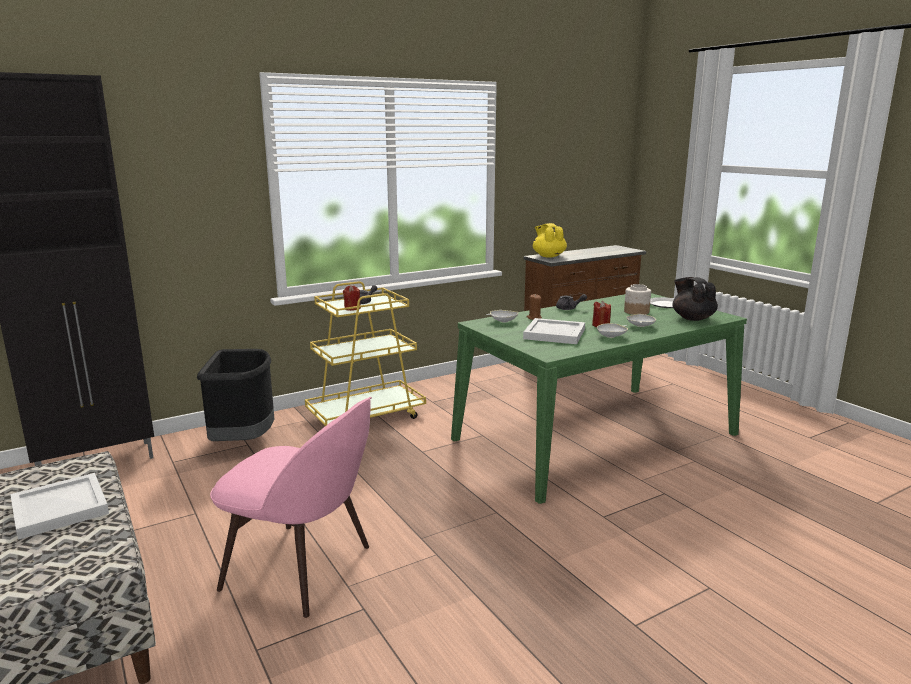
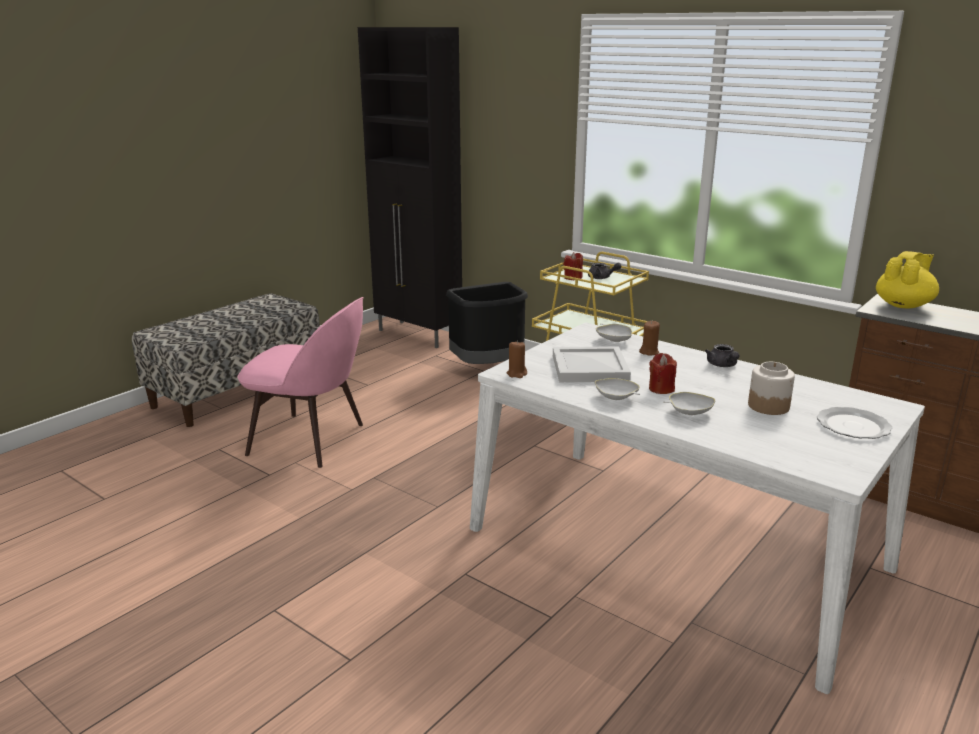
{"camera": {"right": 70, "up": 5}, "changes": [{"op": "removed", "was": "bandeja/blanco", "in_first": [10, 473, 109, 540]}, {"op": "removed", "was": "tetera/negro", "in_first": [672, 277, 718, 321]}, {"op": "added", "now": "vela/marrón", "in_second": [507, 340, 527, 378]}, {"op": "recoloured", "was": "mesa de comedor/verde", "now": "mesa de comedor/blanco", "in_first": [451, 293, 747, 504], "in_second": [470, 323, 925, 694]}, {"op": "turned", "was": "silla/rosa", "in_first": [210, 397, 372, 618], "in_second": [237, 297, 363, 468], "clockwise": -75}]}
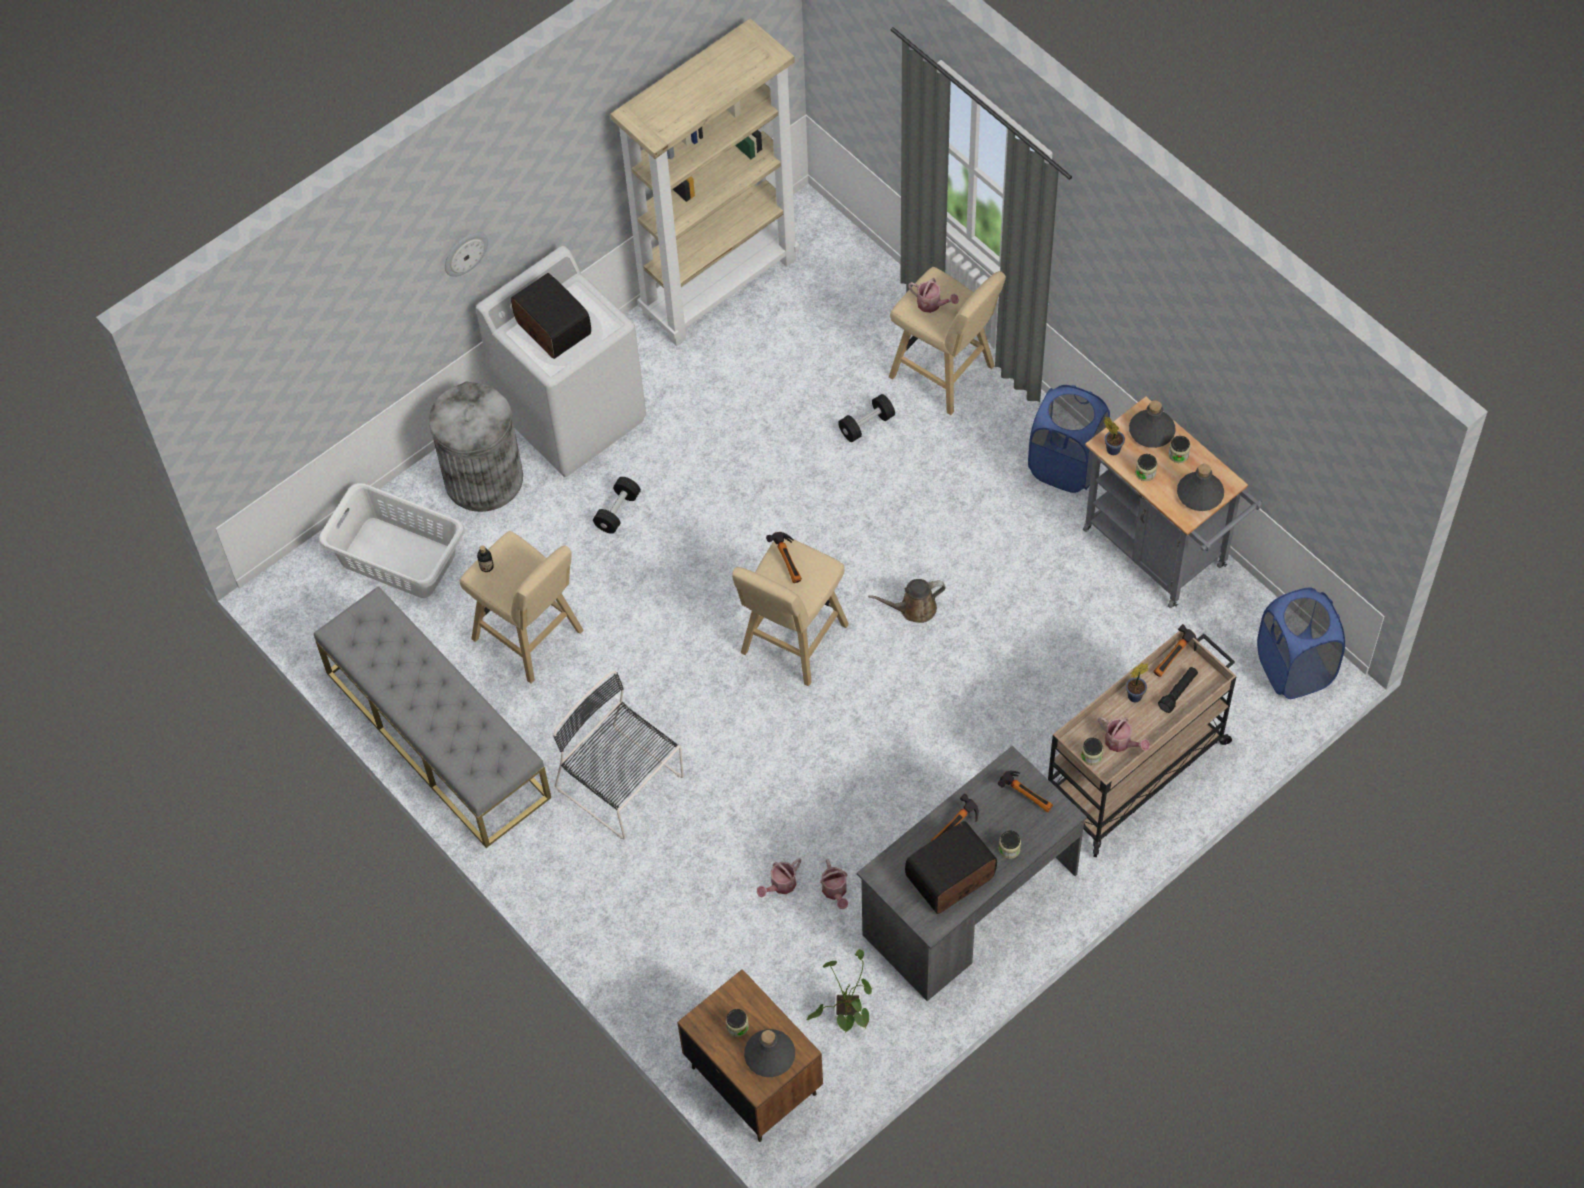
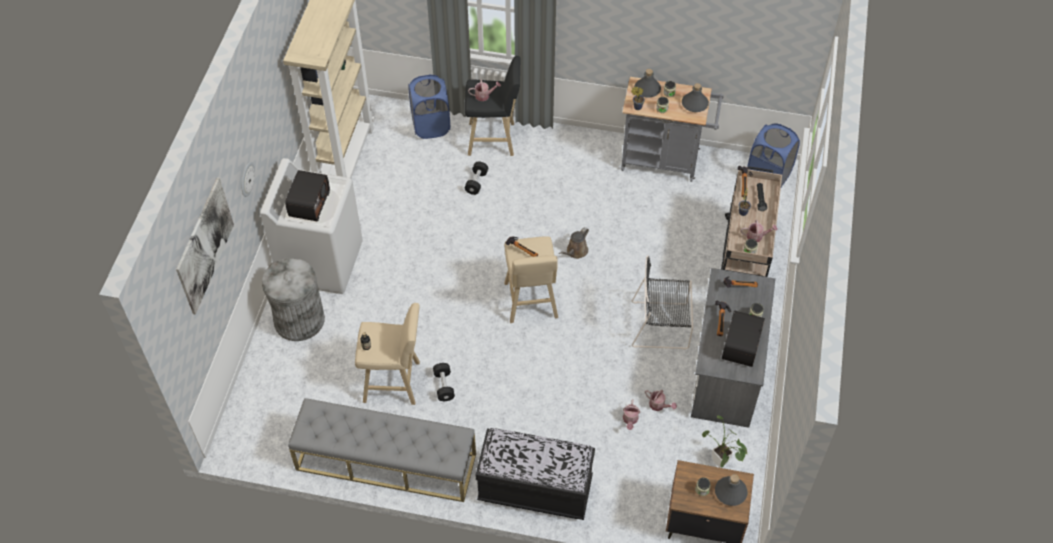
{"camera": {"right": -40, "up": -5}, "changes": [{"op": "removed", "was": "cesto de la ropa/blanco", "in_first": [319, 483, 465, 598]}, {"op": "added", "now": "cuadro", "in_second": [176, 177, 234, 315]}, {"op": "added", "now": "banco/negro", "in_second": [476, 428, 595, 520]}, {"op": "moved", "was": "silla/negro", "in_first": [553, 671, 684, 840], "in_second": [632, 255, 693, 349]}, {"op": "moved", "was": "mancuerna/negro", "in_first": [593, 477, 641, 534], "in_second": [433, 363, 455, 401]}, {"op": "moved", "was": "cesto de la ropa/azul", "in_first": [1028, 385, 1110, 493], "in_second": [408, 75, 450, 139]}, {"op": "recoloured", "was": "taburete/beis", "now": "taburete/negro", "in_first": [889, 267, 1006, 415], "in_second": [465, 56, 521, 156]}, {"op": "turned", "was": "radio", "in_first": [511, 273, 591, 359], "in_second": [285, 170, 330, 221], "clockwise": 90}]}
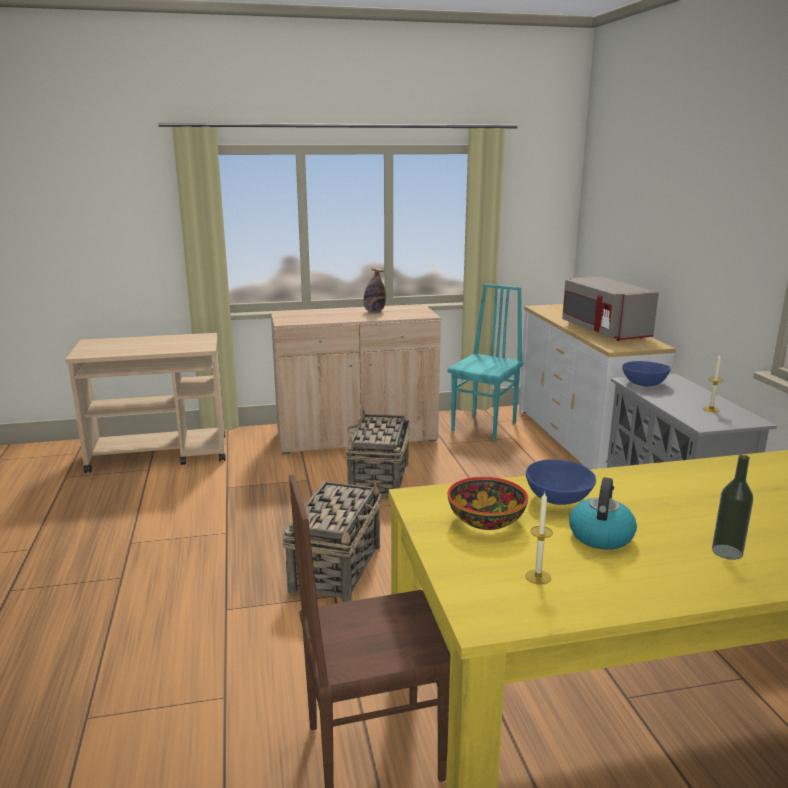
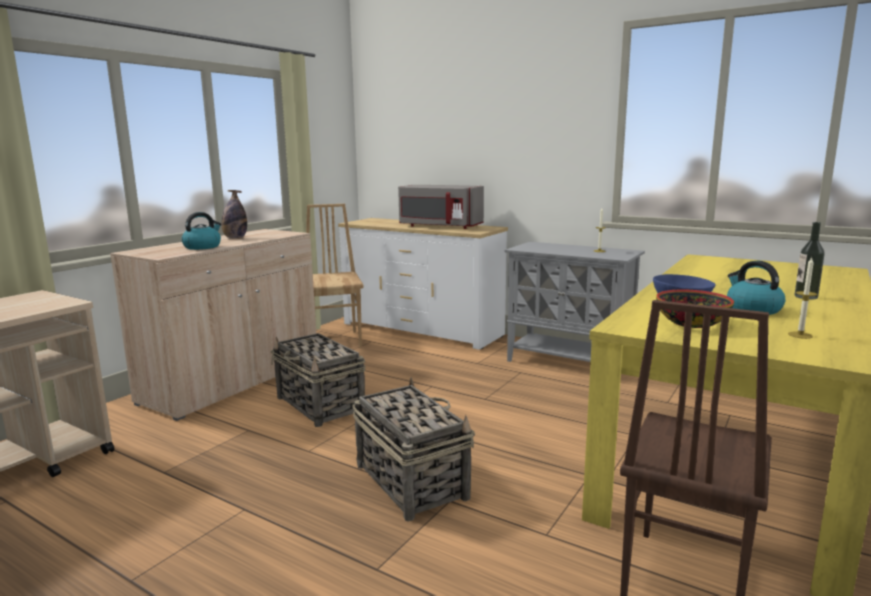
{"camera": {"right": -45, "up": -5}, "changes": [{"op": "removed", "was": "cuenco/azul", "in_first": [622, 361, 671, 386]}, {"op": "added", "now": "hervidor", "in_second": [181, 212, 221, 250]}, {"op": "recoloured", "was": "silla/turquesa", "now": "silla/marrón", "in_first": [448, 284, 524, 441], "in_second": [306, 204, 364, 347]}]}
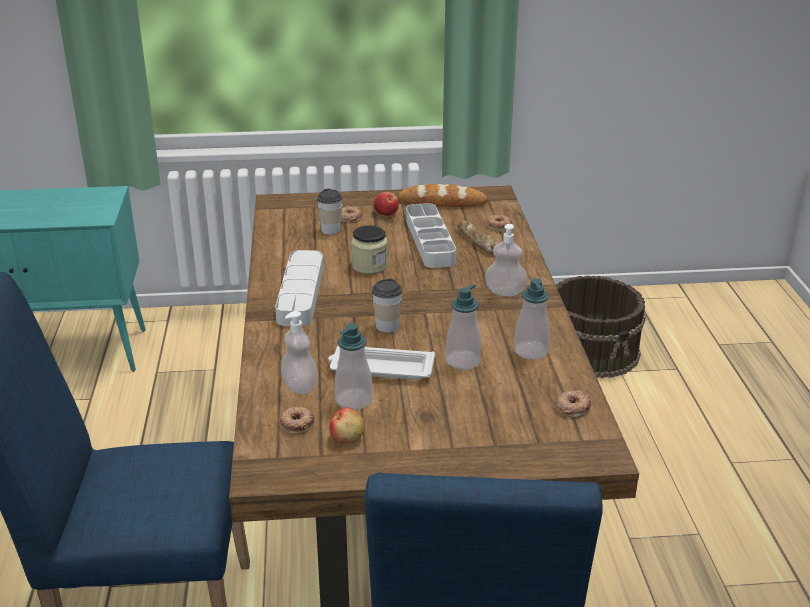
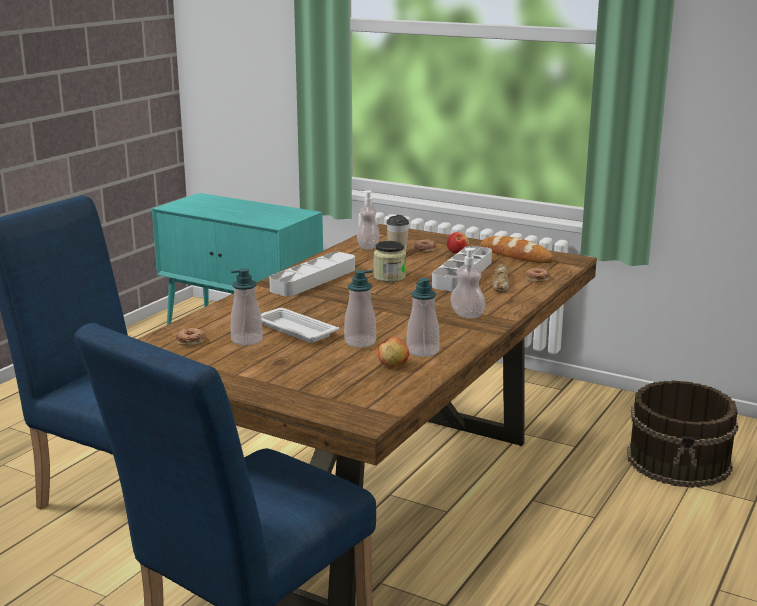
{"camera": {"right": 35, "up": -10}, "changes": [{"op": "removed", "was": "taza", "in_first": [372, 278, 402, 333]}, {"op": "removed", "was": "rosquilla", "in_first": [556, 390, 591, 418]}, {"op": "moved", "was": "dispensador de jabón", "in_first": [281, 311, 317, 394], "in_second": [357, 191, 380, 249]}, {"op": "moved", "was": "manzana", "in_first": [330, 407, 364, 443], "in_second": [378, 337, 409, 367]}]}
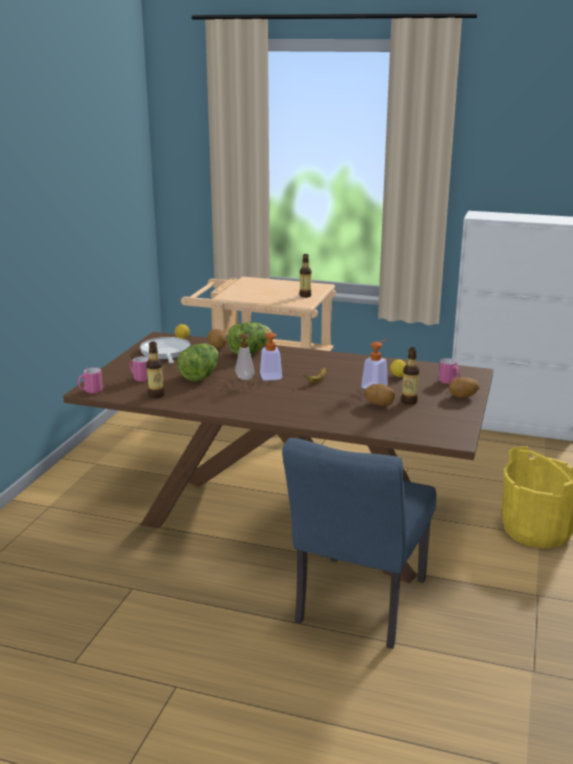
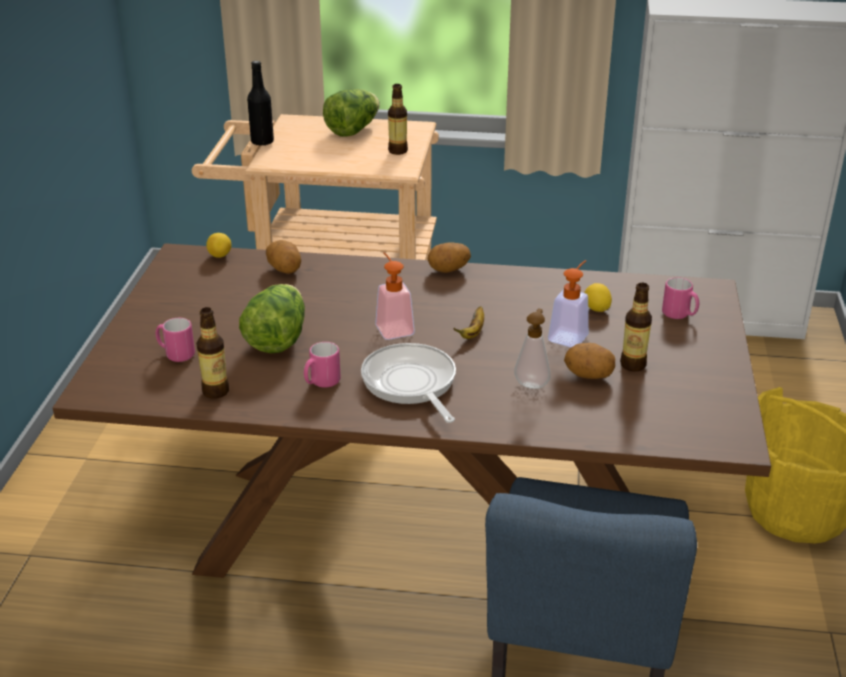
{"camera": {"right": -10, "up": 10}, "changes": [{"op": "added", "now": "botella/negro", "in_second": [247, 61, 274, 145]}, {"op": "moved", "was": "taza grande/rosa", "in_first": [78, 367, 103, 394], "in_second": [304, 342, 341, 388]}, {"op": "moved", "was": "sartén", "in_first": [140, 337, 190, 363], "in_second": [361, 343, 456, 423]}, {"op": "moved", "was": "lechuga", "in_first": [227, 322, 272, 355], "in_second": [323, 89, 380, 137]}, {"op": "moved", "was": "dispensador de jabón", "in_first": [235, 333, 254, 380], "in_second": [514, 308, 551, 389]}, {"op": "moved", "was": "patata", "in_first": [449, 377, 479, 398], "in_second": [428, 242, 471, 273]}]}
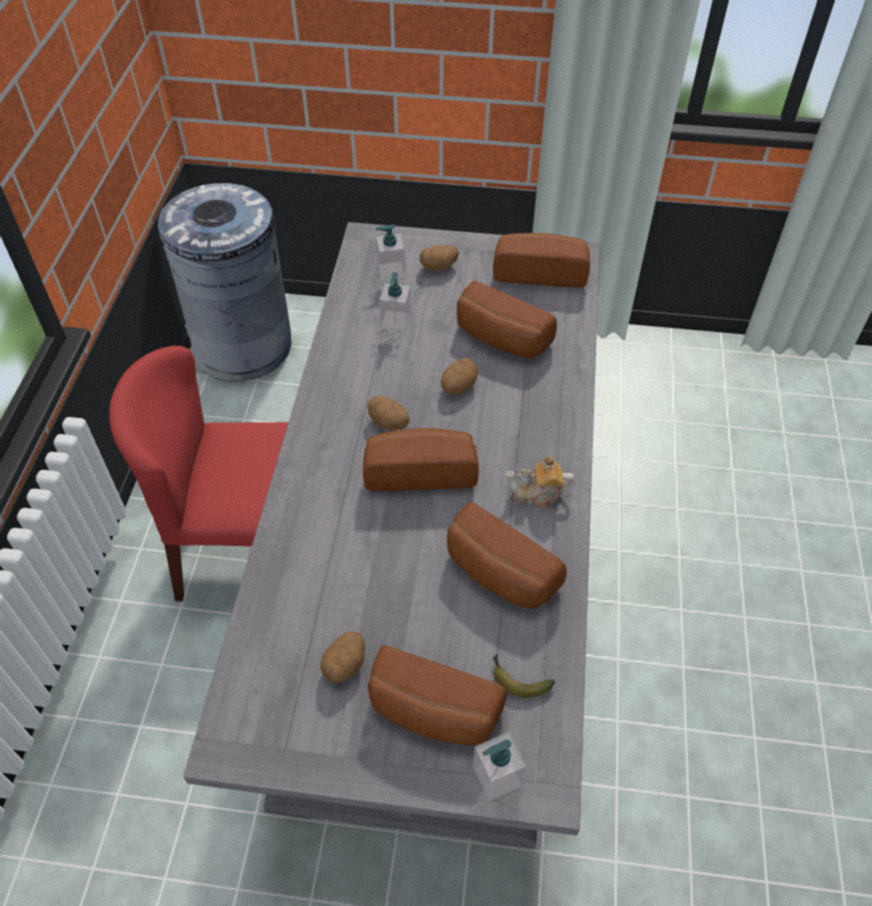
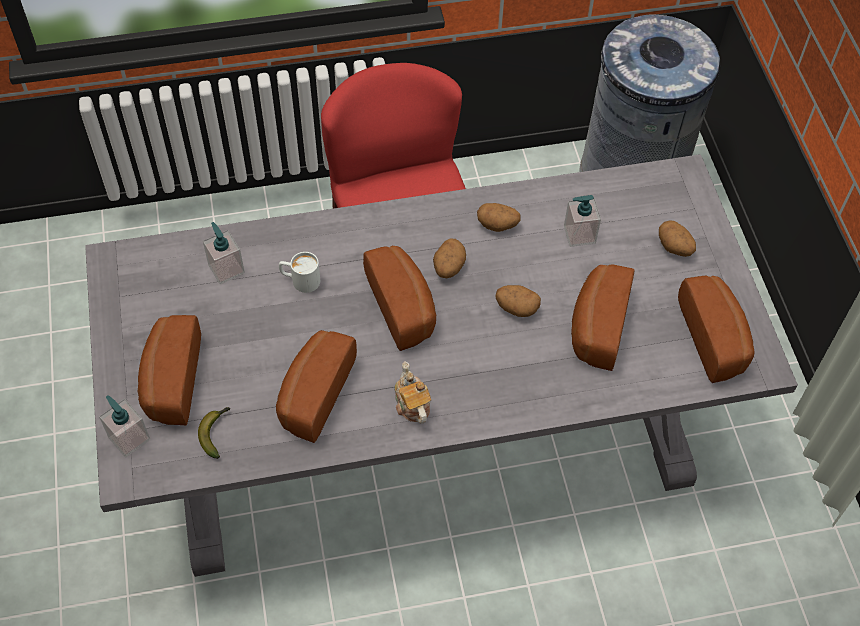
{"camera": {"right": 70, "up": 5}, "changes": [{"op": "added", "now": "taza grande/blanco", "in_second": [279, 252, 320, 293]}, {"op": "moved", "was": "patata", "in_first": [320, 631, 365, 683], "in_second": [477, 203, 521, 232]}, {"op": "moved", "was": "dispensador de jabón", "in_first": [375, 224, 406, 281], "in_second": [203, 222, 245, 284]}]}
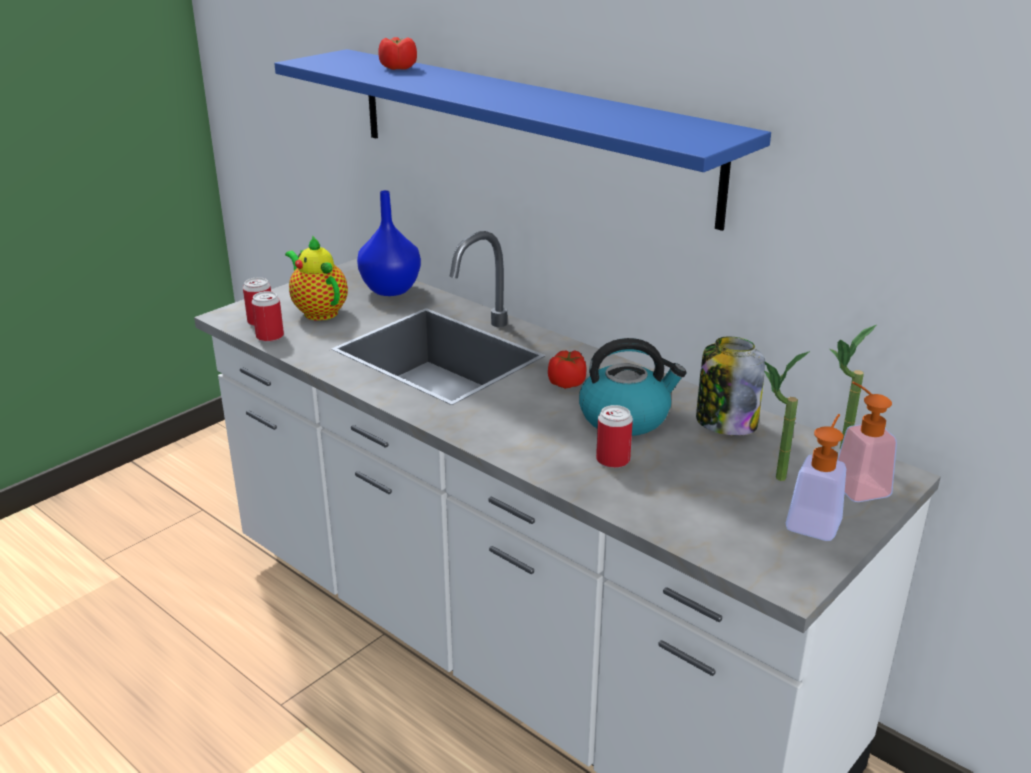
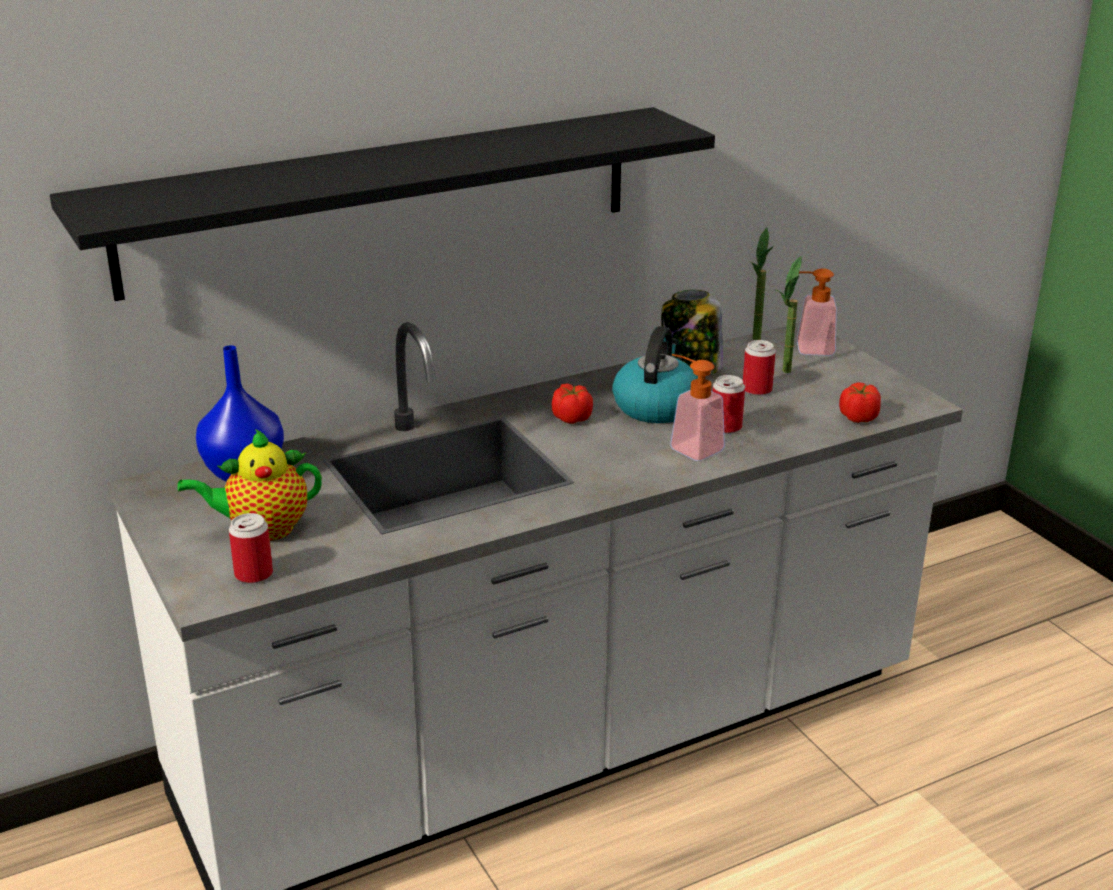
{"camera": {"right": -70, "up": 0}, "changes": [{"op": "moved", "was": "lata", "in_first": [251, 291, 284, 342], "in_second": [743, 340, 776, 396]}, {"op": "moved", "was": "tomate", "in_first": [378, 37, 417, 70], "in_second": [839, 383, 881, 423]}, {"op": "moved", "was": "dispensador de jabón", "in_first": [786, 414, 846, 541], "in_second": [670, 354, 725, 461]}, {"op": "recoloured", "was": "estante/azul", "now": "estante/negro", "in_first": [274, 49, 771, 231], "in_second": [50, 107, 715, 301]}]}
